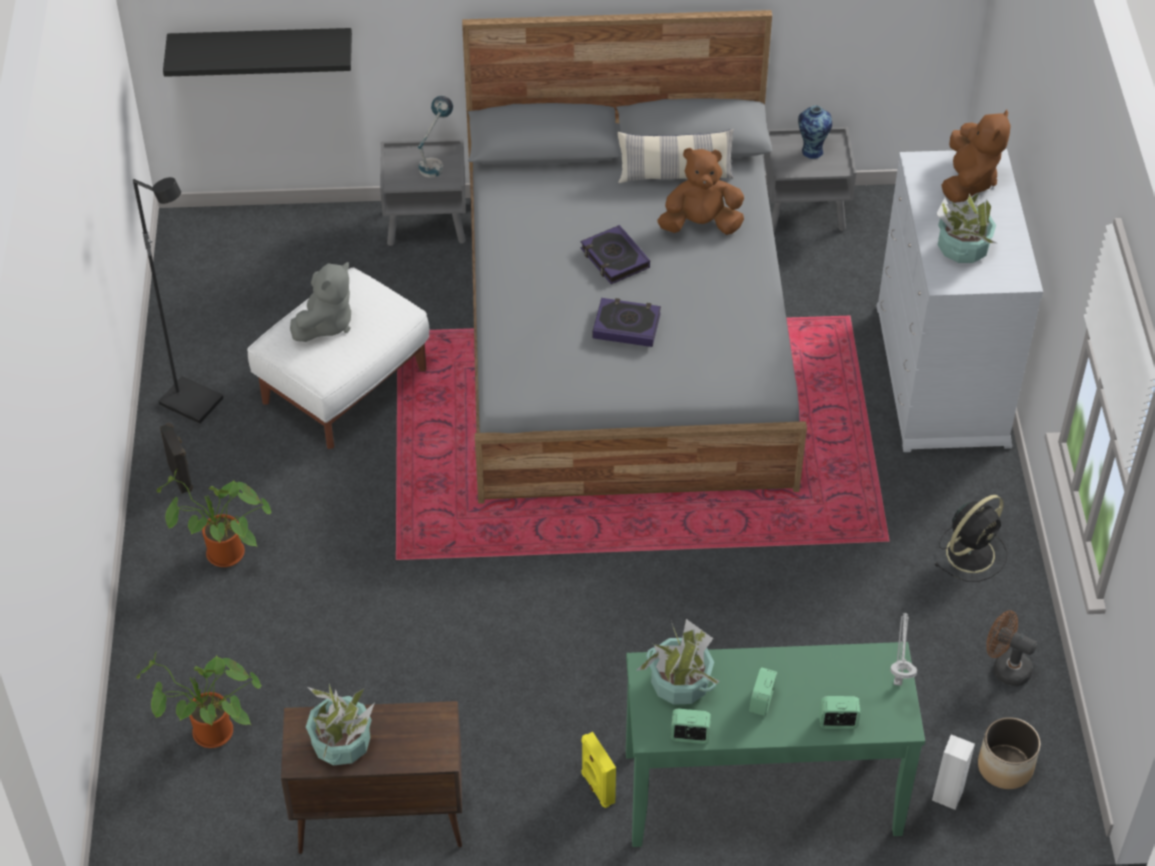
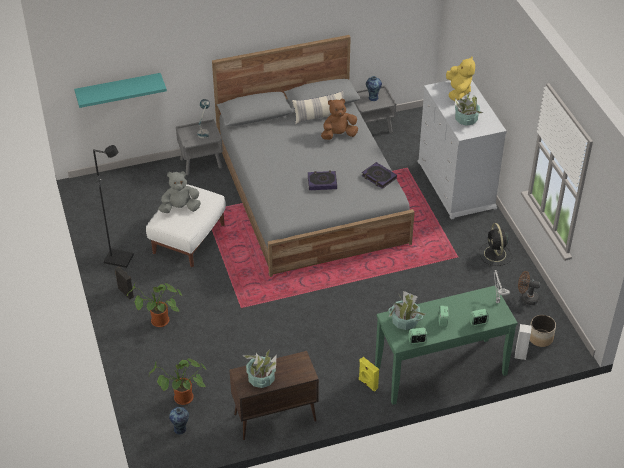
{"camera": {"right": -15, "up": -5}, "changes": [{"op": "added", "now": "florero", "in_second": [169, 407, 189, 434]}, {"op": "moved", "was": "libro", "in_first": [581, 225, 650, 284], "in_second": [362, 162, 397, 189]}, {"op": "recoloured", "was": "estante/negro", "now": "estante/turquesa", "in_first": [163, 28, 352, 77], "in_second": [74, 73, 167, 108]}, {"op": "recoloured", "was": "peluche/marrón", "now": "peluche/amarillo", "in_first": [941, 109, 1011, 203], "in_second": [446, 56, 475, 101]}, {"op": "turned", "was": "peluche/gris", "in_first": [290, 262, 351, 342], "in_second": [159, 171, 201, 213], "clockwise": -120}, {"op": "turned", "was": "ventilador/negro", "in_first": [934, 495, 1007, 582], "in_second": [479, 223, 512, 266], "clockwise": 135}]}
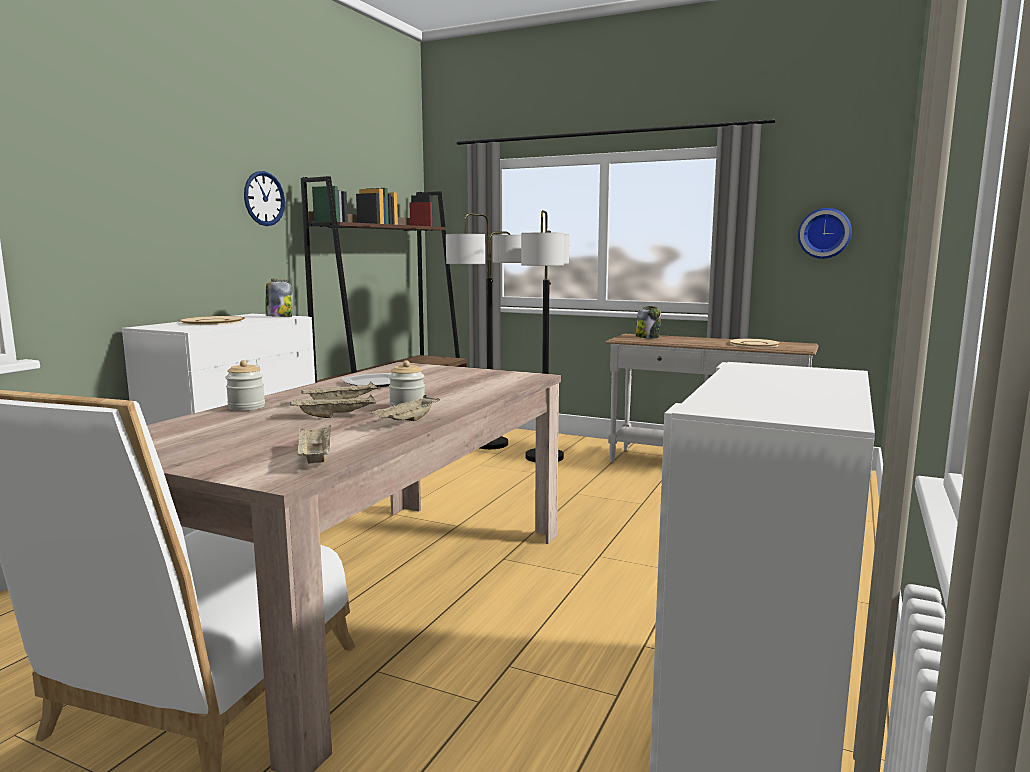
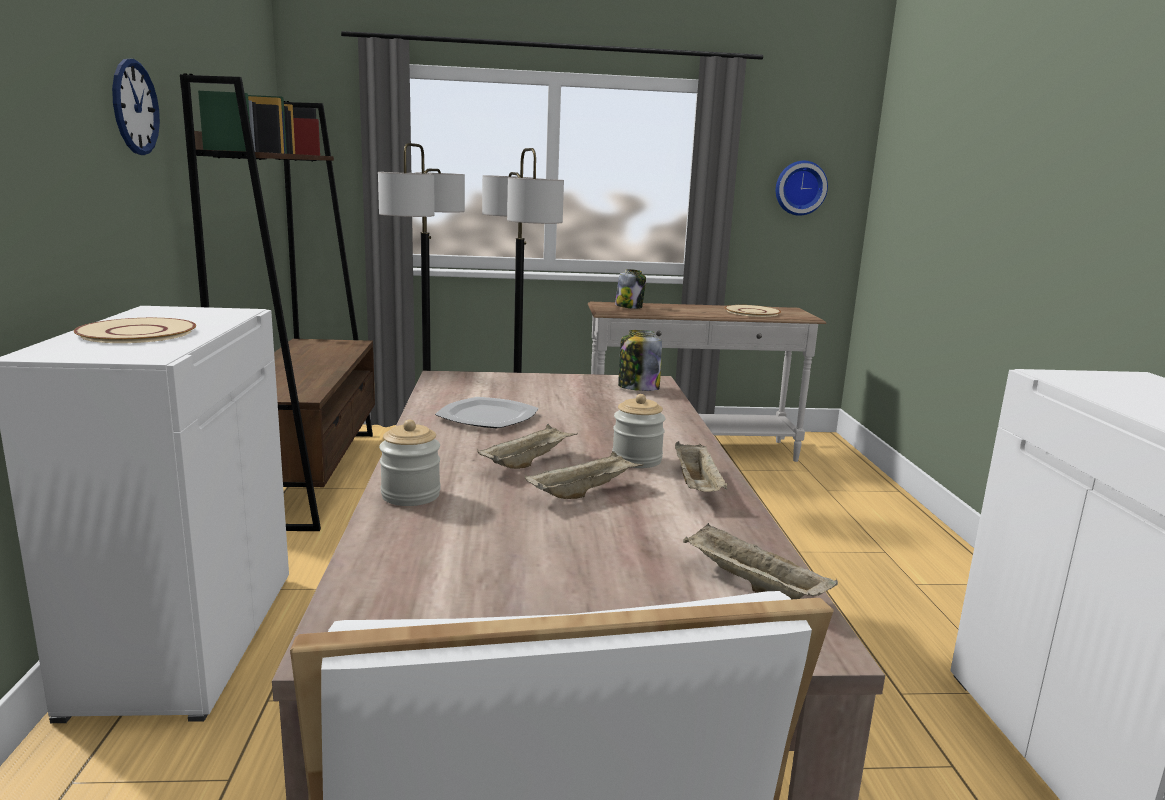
{"camera": {"right": -30, "up": 5}, "changes": [{"op": "moved", "was": "tarro", "in_first": [266, 279, 292, 317], "in_second": [618, 330, 662, 391]}]}
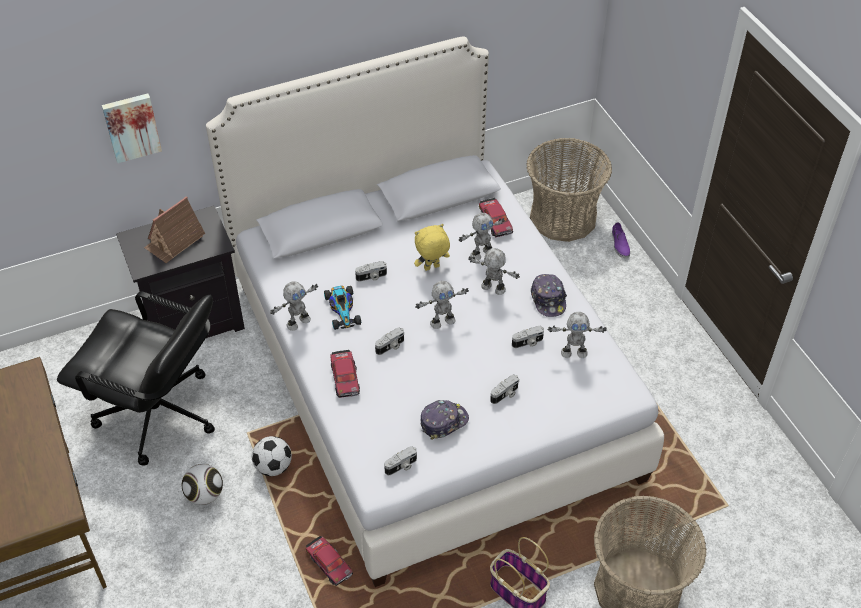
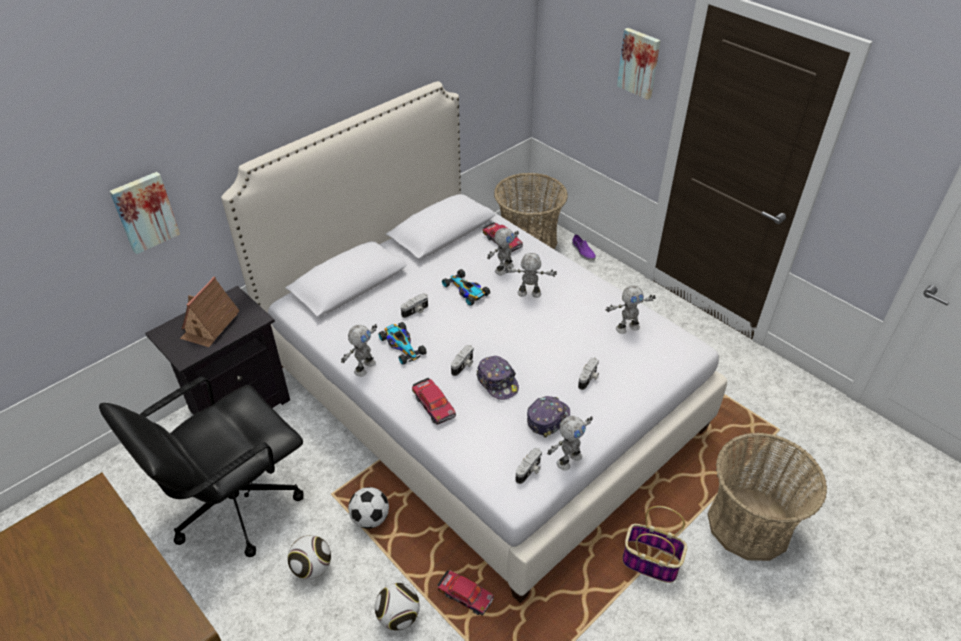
{"camera": {"right": -20, "up": -5}, "changes": [{"op": "removed", "was": "cámara", "in_first": [512, 326, 544, 348]}, {"op": "added", "now": "balón de fútbol", "in_second": [375, 583, 420, 630]}, {"op": "added", "now": "cuadro", "in_second": [617, 28, 661, 100]}, {"op": "moved", "was": "robot de juguete", "in_first": [415, 281, 469, 329], "in_second": [547, 416, 593, 471]}, {"op": "moved", "was": "gorra", "in_first": [531, 274, 567, 317], "in_second": [477, 356, 519, 400]}, {"op": "replaced", "was": "peluche/amarillo", "now": "coche de juguete", "in_first": [414, 224, 450, 271], "in_second": [442, 269, 490, 306]}, {"op": "turned", "was": "silla de oficina/negro", "in_first": [57, 291, 215, 466], "in_second": [99, 377, 304, 557], "clockwise": 135}]}
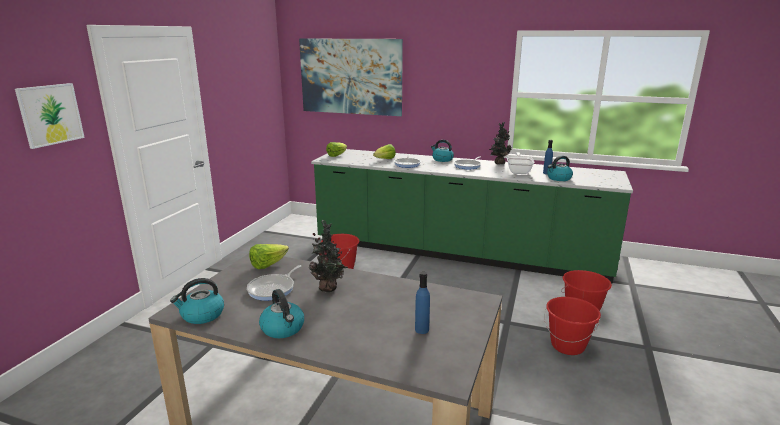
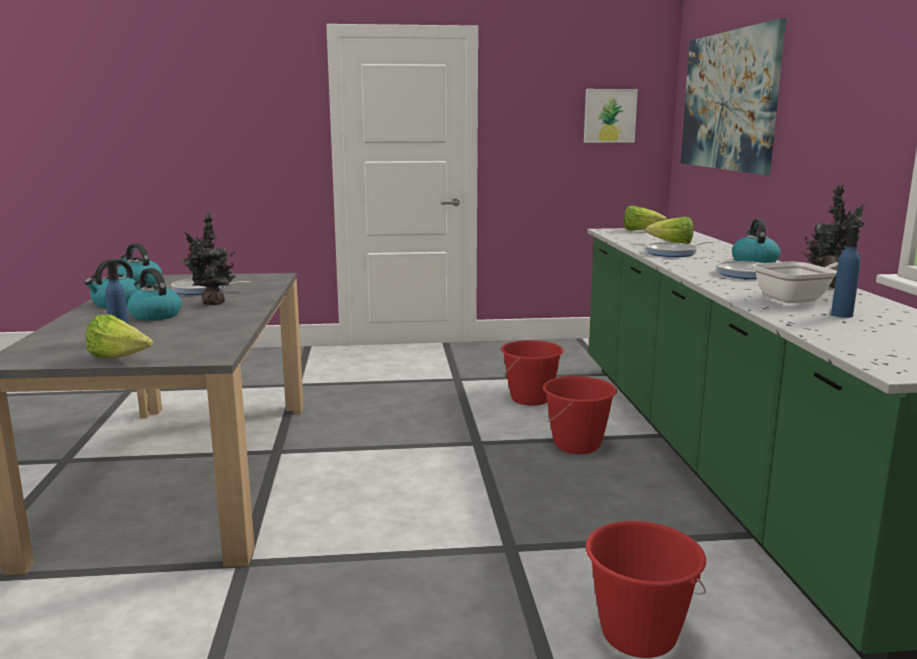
{"camera": {"right": 65, "up": -5}, "changes": [{"op": "moved", "was": "cuadro", "in_first": [15, 83, 85, 149], "in_second": [584, 89, 638, 143]}, {"op": "moved", "was": "lechuga", "in_first": [249, 244, 289, 269], "in_second": [86, 314, 153, 358]}, {"op": "moved", "was": "cubo/rojo", "in_first": [544, 297, 601, 355], "in_second": [543, 376, 617, 454]}, {"op": "moved", "was": "hervidor", "in_first": [547, 156, 573, 181], "in_second": [127, 268, 182, 321]}]}
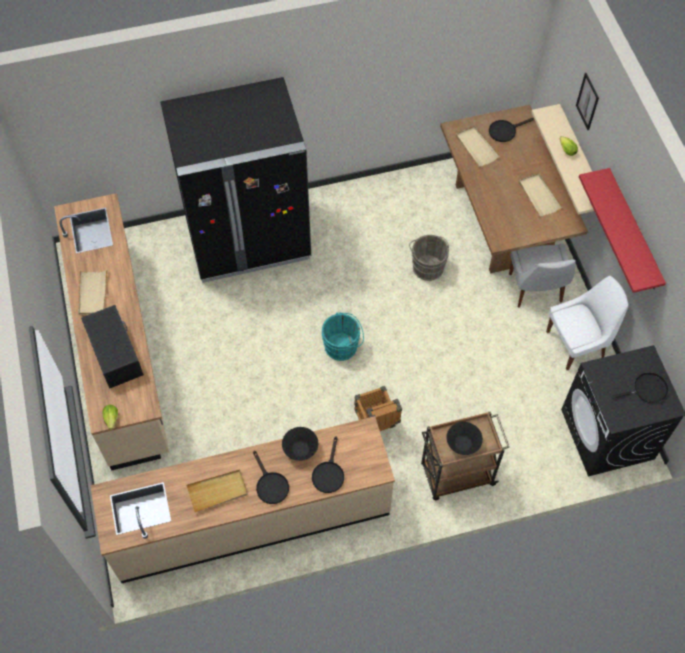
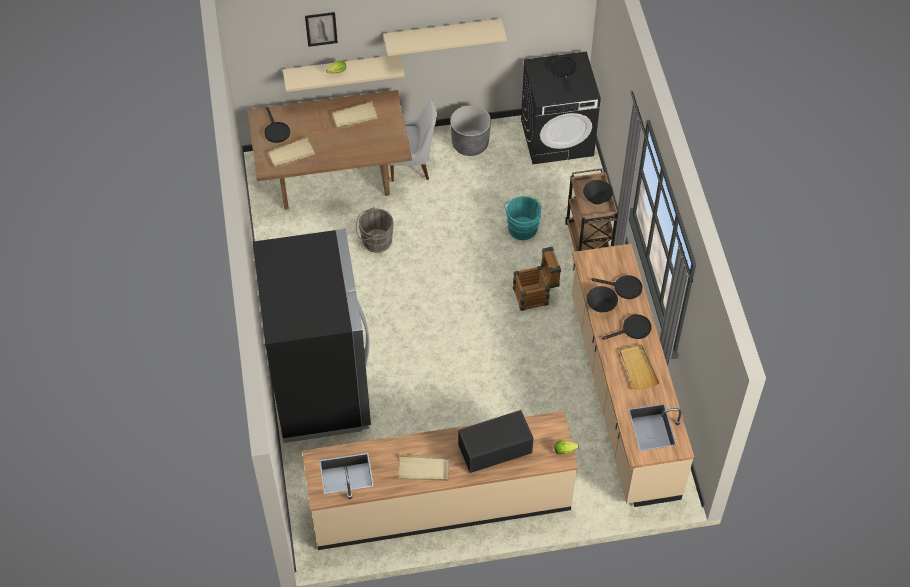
{"camera": {"right": -85, "up": -5}, "changes": [{"op": "moved", "was": "cubo/turquesa", "in_first": [322, 313, 364, 361], "in_second": [504, 196, 542, 240]}, {"op": "replaced", "was": "silla/blanco", "now": "maceta/gris", "in_first": [546, 276, 628, 370], "in_second": [450, 105, 491, 156]}, {"op": "recoloured", "was": "estante/rojo", "now": "estante/beis", "in_first": [579, 168, 666, 293], "in_second": [383, 19, 507, 56]}]}
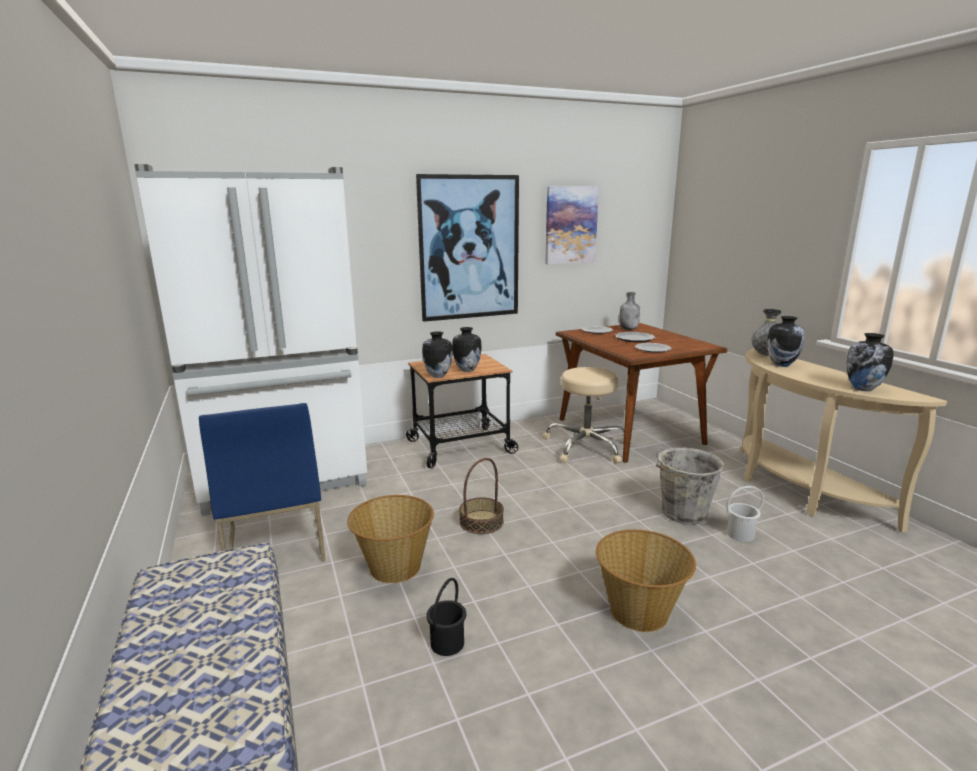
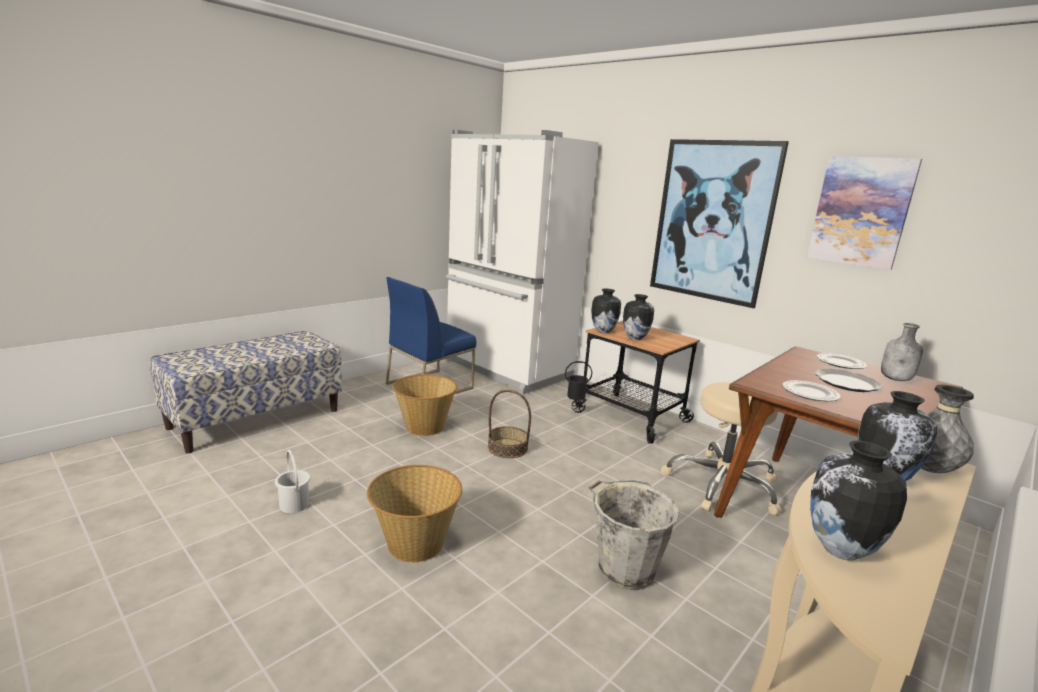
{"camera": {"right": 65, "up": 0}, "changes": [{"op": "moved", "was": "cubo/negro", "in_first": [426, 578, 466, 656], "in_second": [565, 361, 592, 400]}, {"op": "moved", "was": "cubo/blanco", "in_first": [726, 486, 764, 542], "in_second": [275, 450, 310, 513]}]}
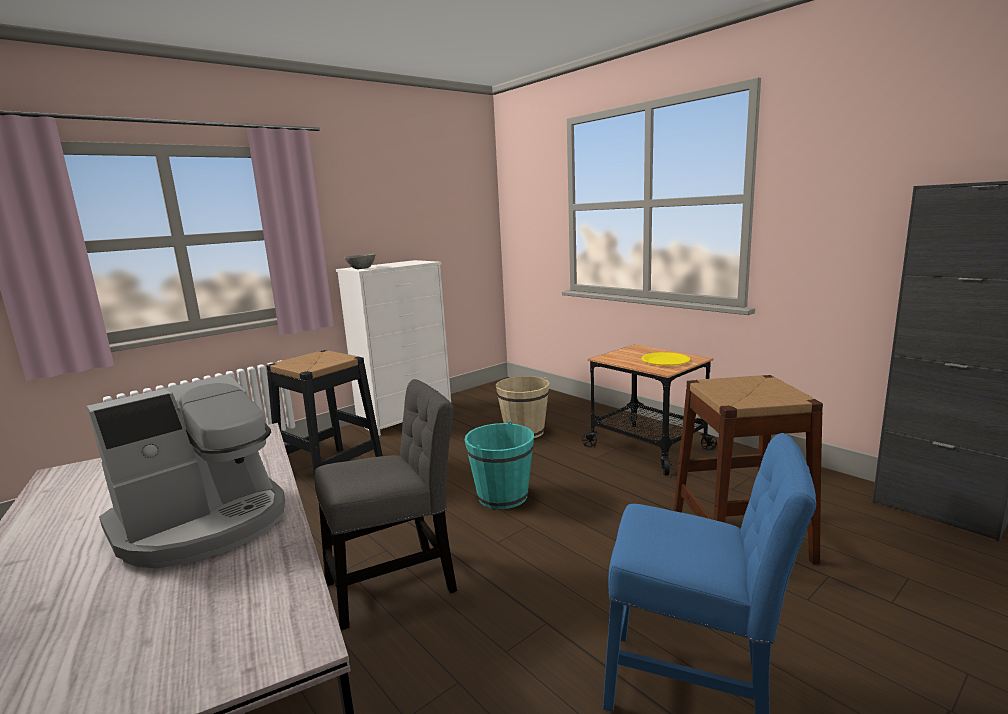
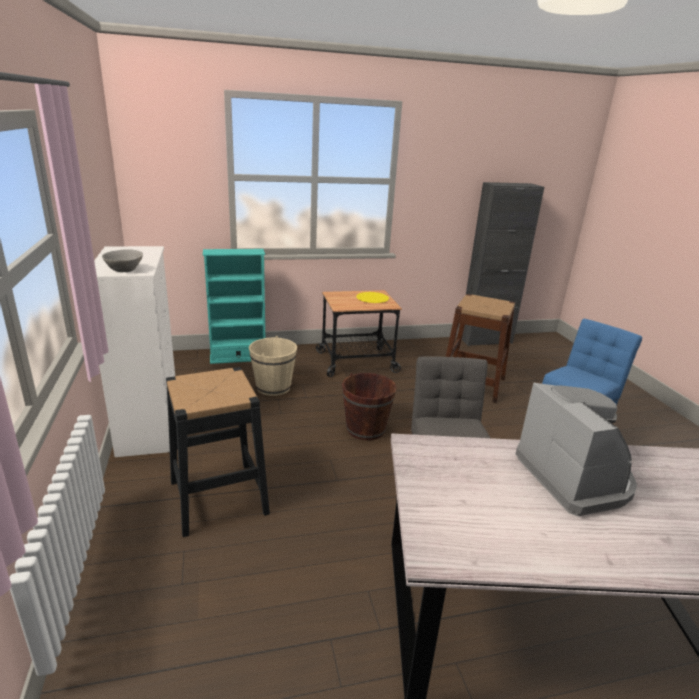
{"camera": {"right": -65, "up": 10}, "changes": [{"op": "added", "now": "estantería/turquesa", "in_second": [203, 249, 265, 364]}, {"op": "recoloured", "was": "cubo/turquesa", "now": "cubo/marrón", "in_first": [464, 421, 534, 509], "in_second": [342, 373, 397, 440]}]}
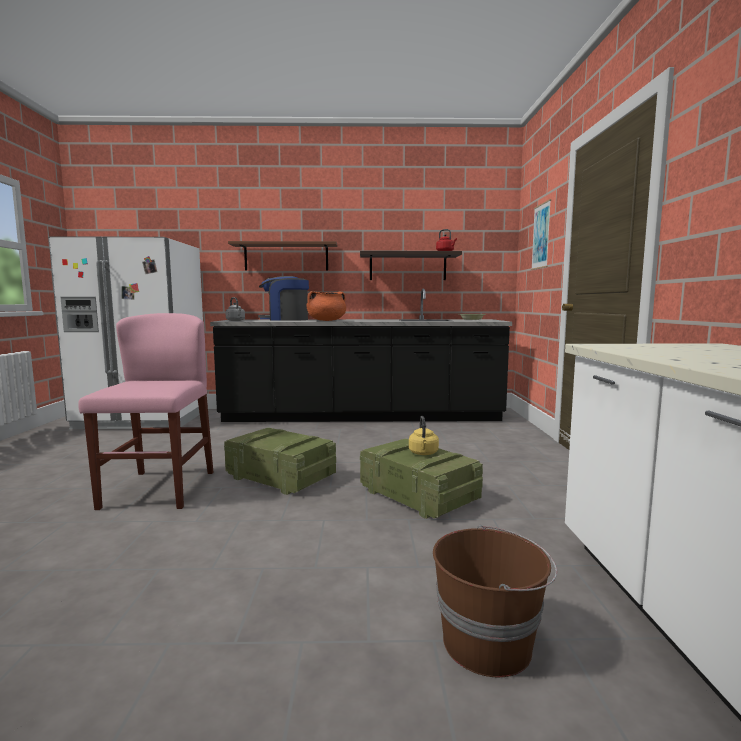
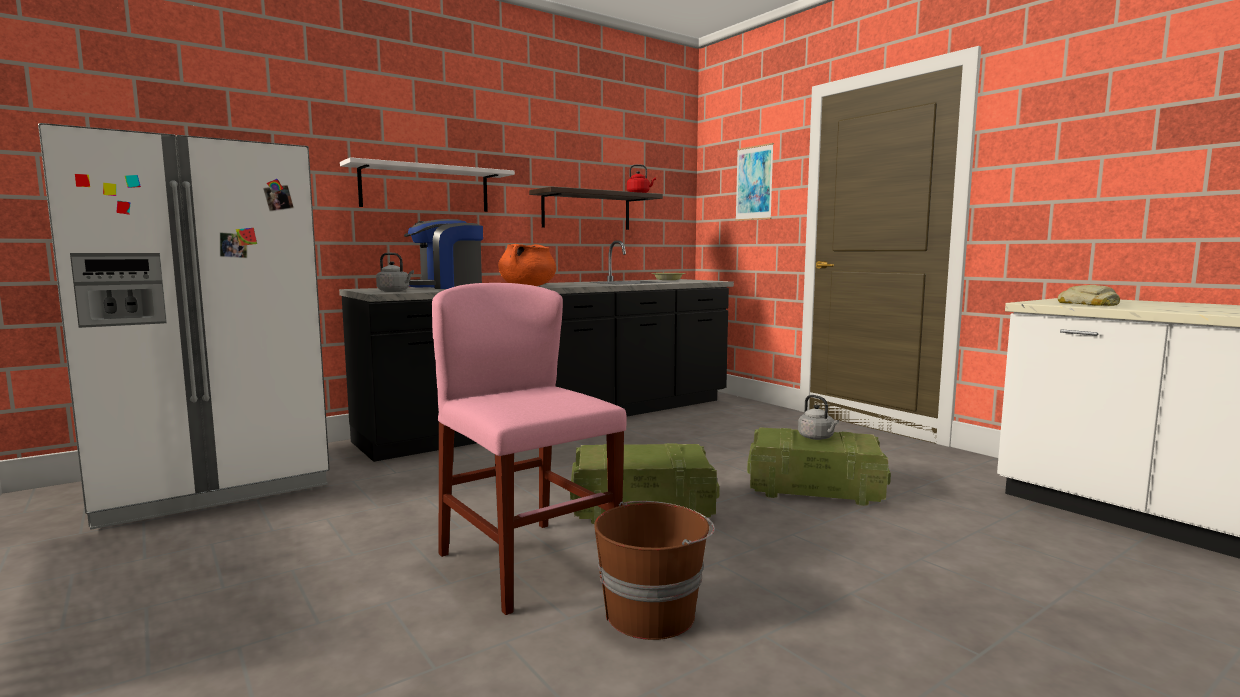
{"camera": {"right": -35, "up": 0}, "changes": [{"op": "added", "now": "pan", "in_second": [1058, 285, 1120, 306]}, {"op": "moved", "was": "cubo/marrón", "in_first": [433, 525, 557, 677], "in_second": [594, 501, 715, 640]}, {"op": "recoloured", "was": "estante/marrón", "now": "estante/blanco", "in_first": [228, 241, 338, 270], "in_second": [340, 157, 515, 212]}, {"op": "recoloured", "was": "hervidor/amarillo", "now": "hervidor/gris", "in_first": [409, 416, 439, 455], "in_second": [798, 395, 839, 440]}]}
